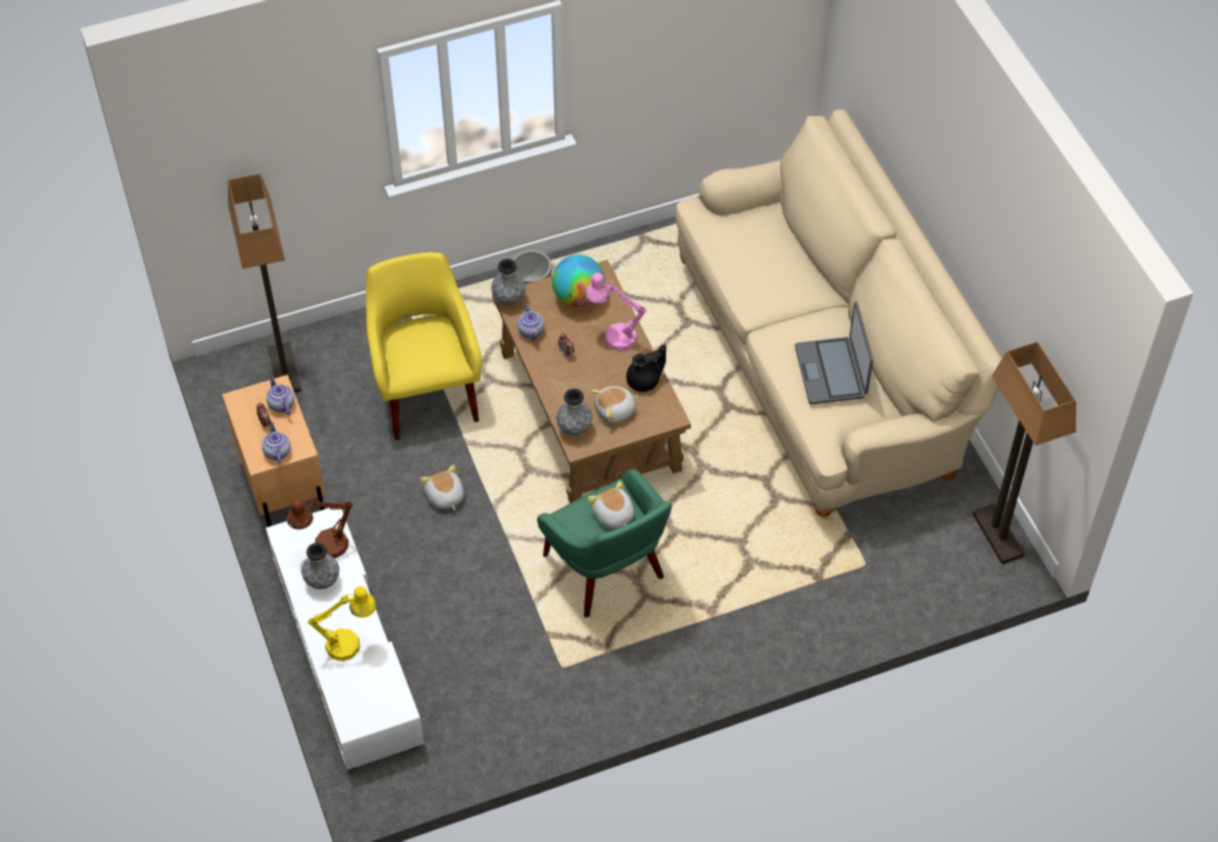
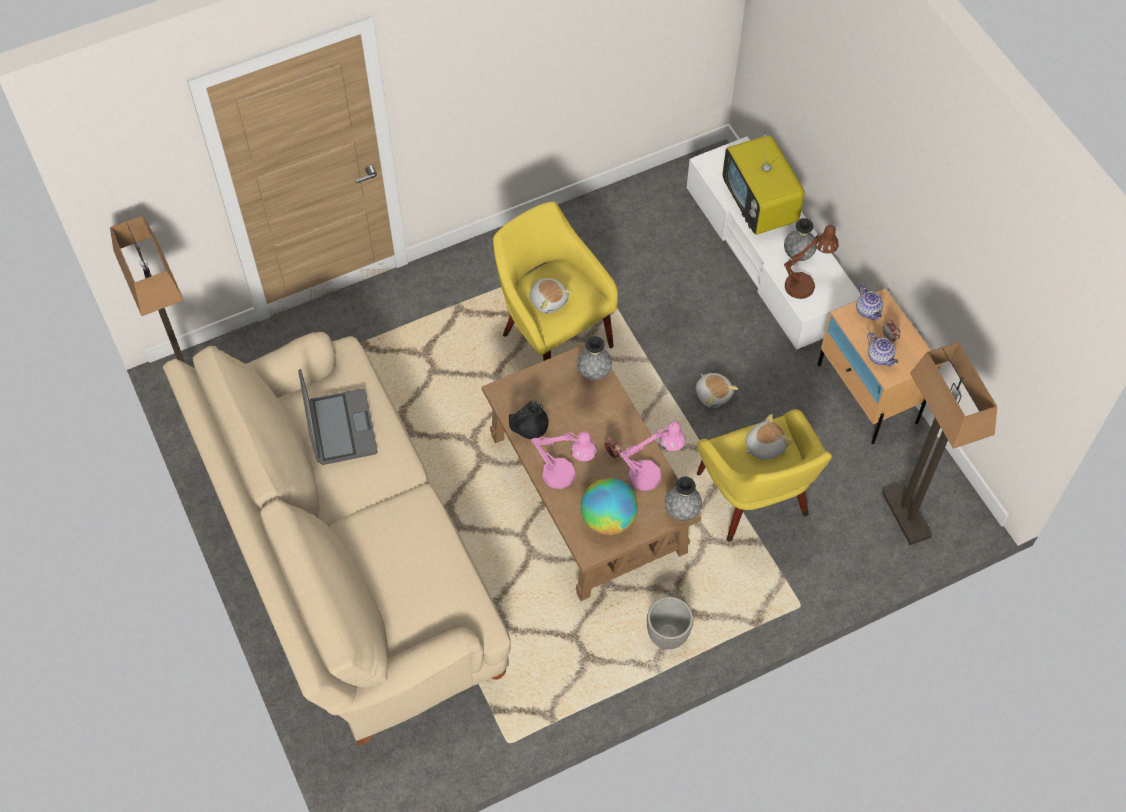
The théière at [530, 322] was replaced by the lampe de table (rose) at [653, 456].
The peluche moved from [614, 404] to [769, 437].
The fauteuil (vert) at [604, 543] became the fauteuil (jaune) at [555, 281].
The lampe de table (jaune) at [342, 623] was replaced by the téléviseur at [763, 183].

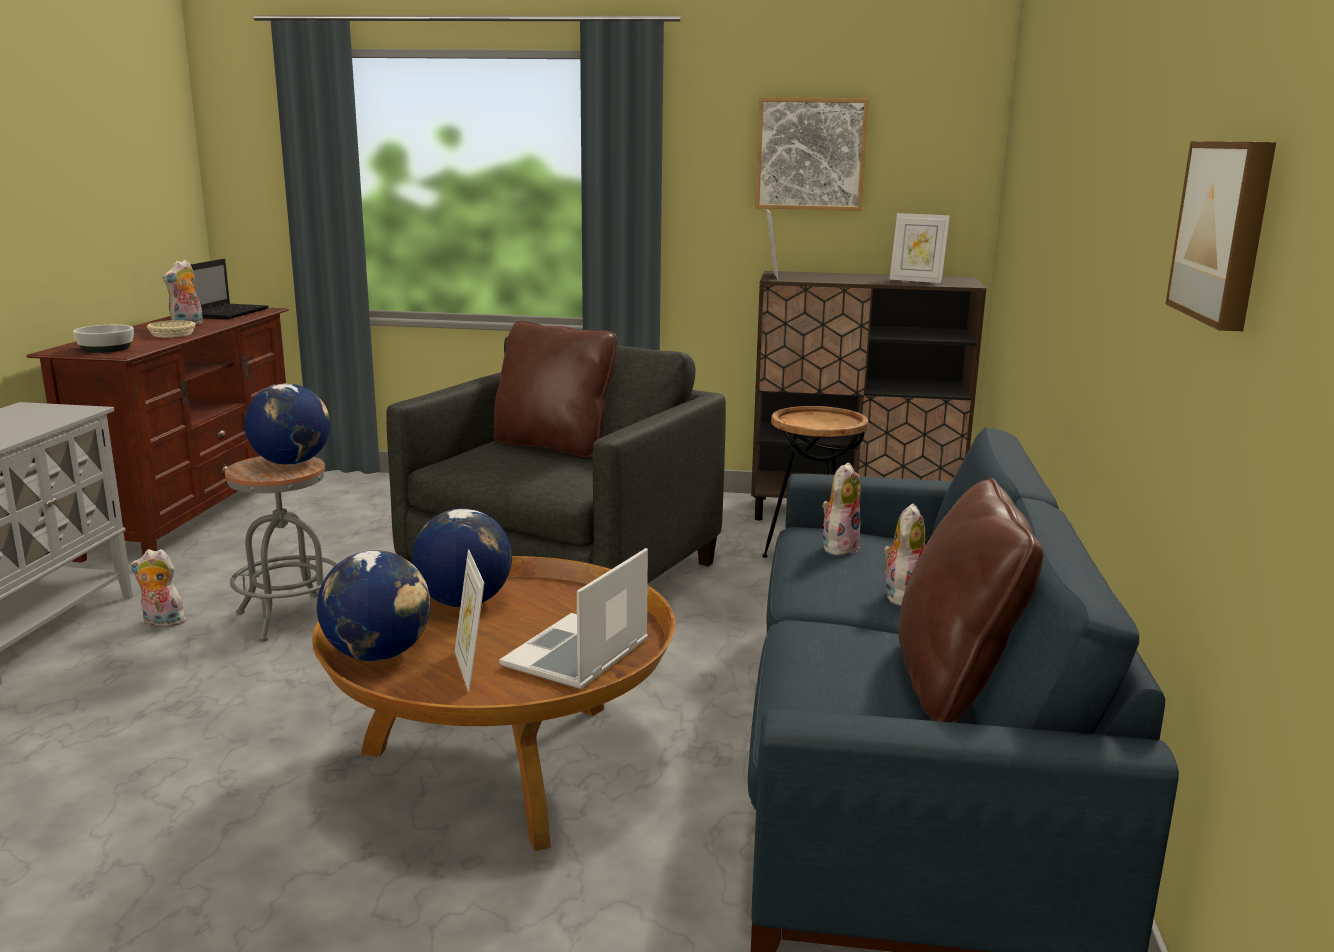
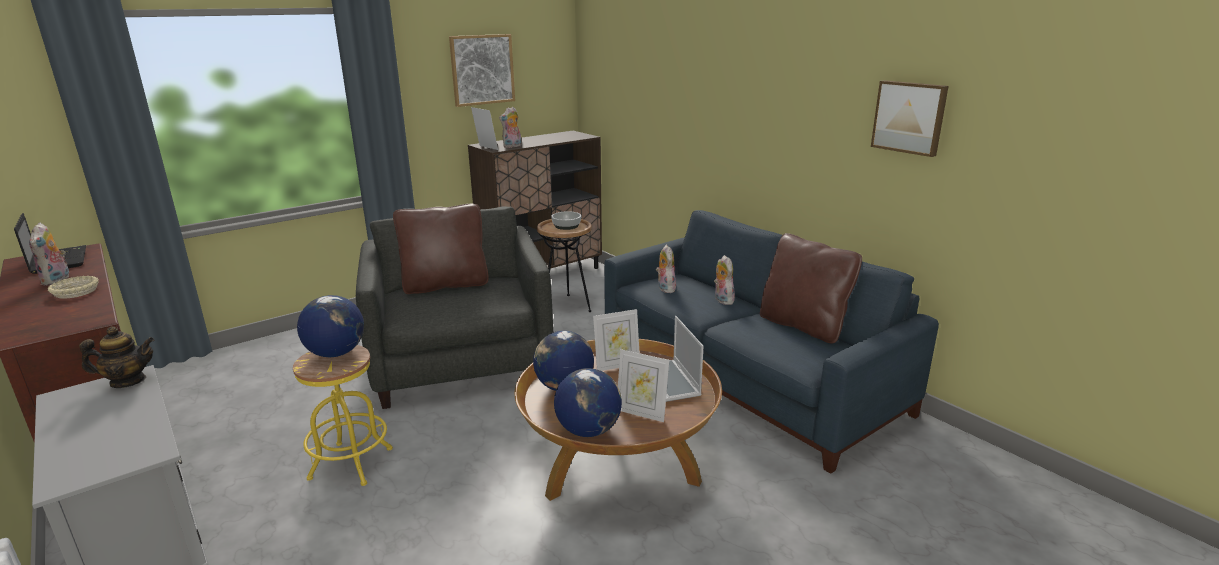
The cadre photo moved from [919, 248] to [616, 340].
The bol moved from [103, 339] to [566, 220].
The tabouret (gris) at [281, 549] became the tabouret (jaune) at [343, 415].
The peluche moved from [160, 588] to [510, 127].
The théière at [116, 357] appeared.

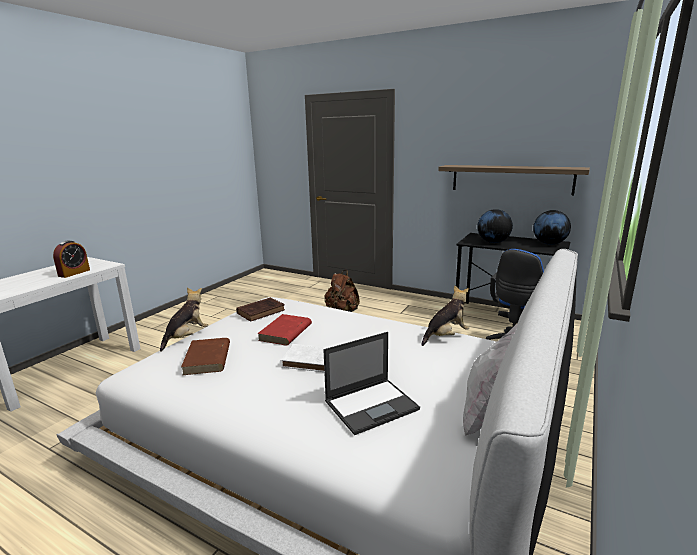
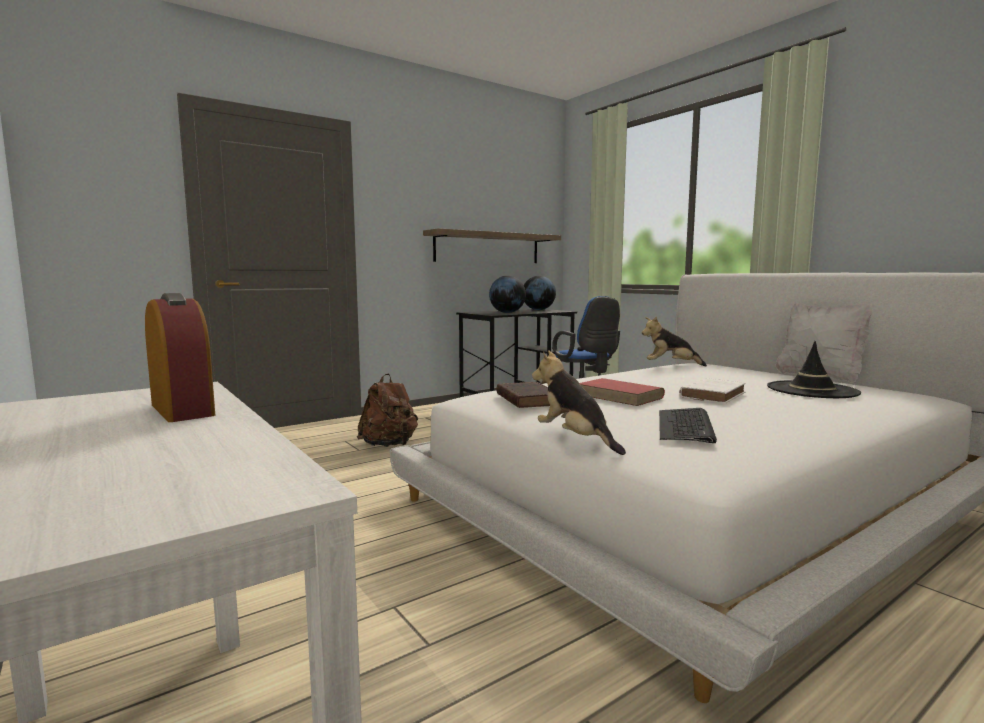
The peluche at [445, 315] turned 75 degrees counterclockwise.
The ordinateur portable at [371, 383] was replaced by the chapeau (noir) at [814, 369].
The livre (marron) at [205, 356] was replaced by the clavier at [688, 425].

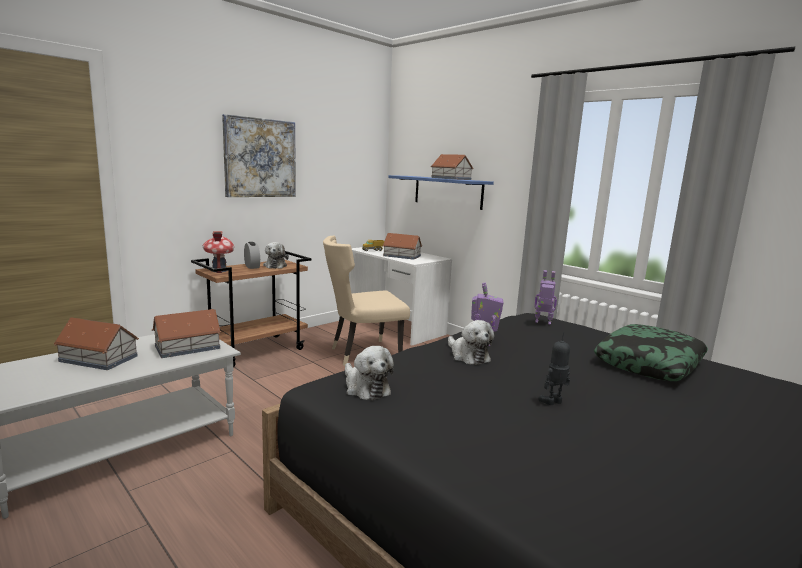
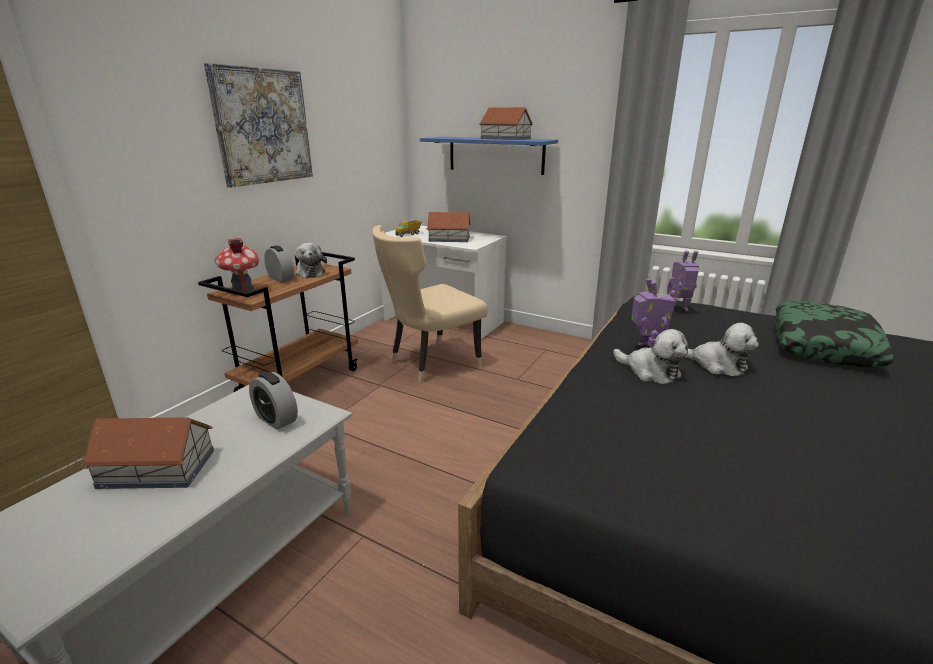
The maison miniature at [186, 333] was replaced by the réveil at [273, 401].
The robot jouet at [554, 368] disappeared.
The peluche moved from [369, 373] to [721, 349].

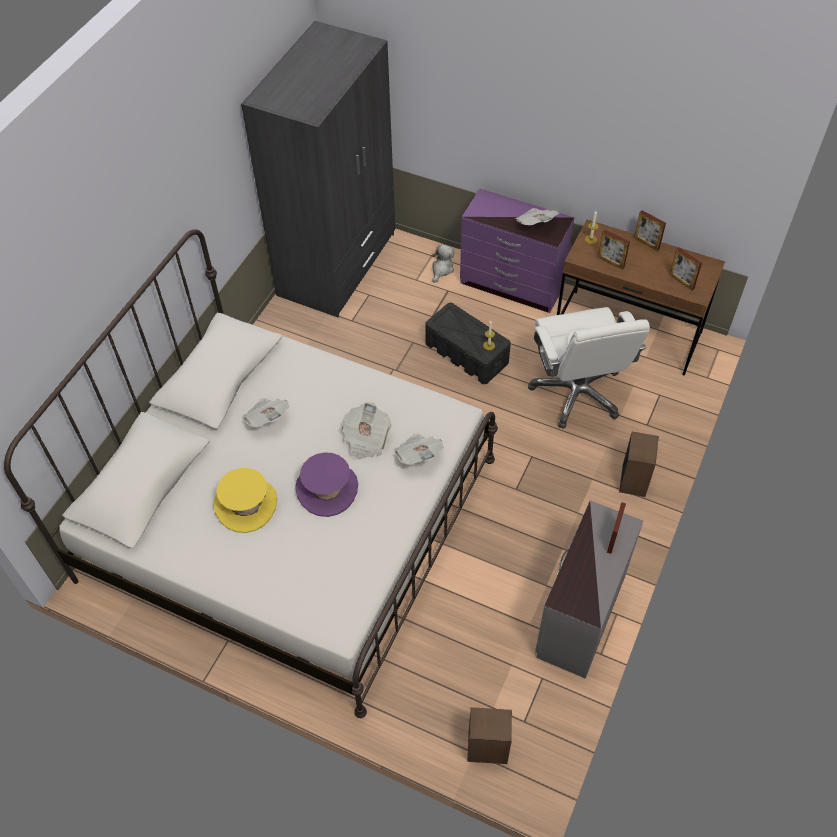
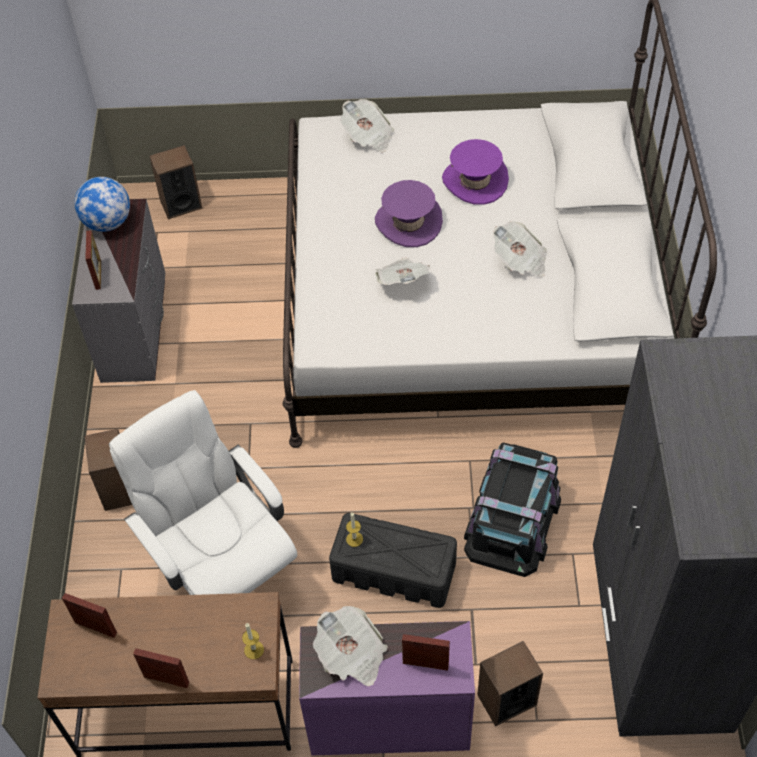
The cadre photo moved from [614, 250] to [426, 652].
The peluche at [443, 264] was replaced by the enceinte at [510, 684].
The journal moved from [419, 449] to [367, 126].
The chapeau (jaune) at [245, 500] became the chapeau (violet) at [475, 172].
The globe at [102, 204] appeared.
The boîte de rangement (noir) at [512, 510] appeared.

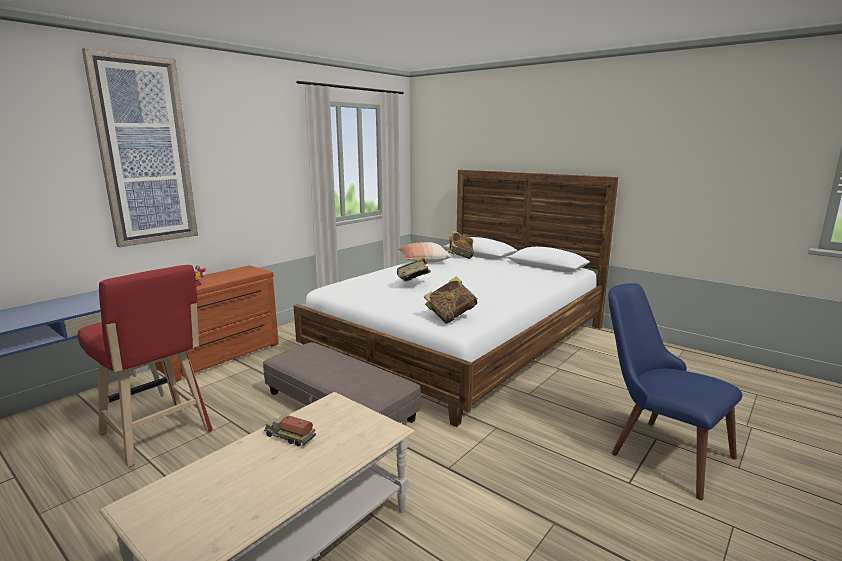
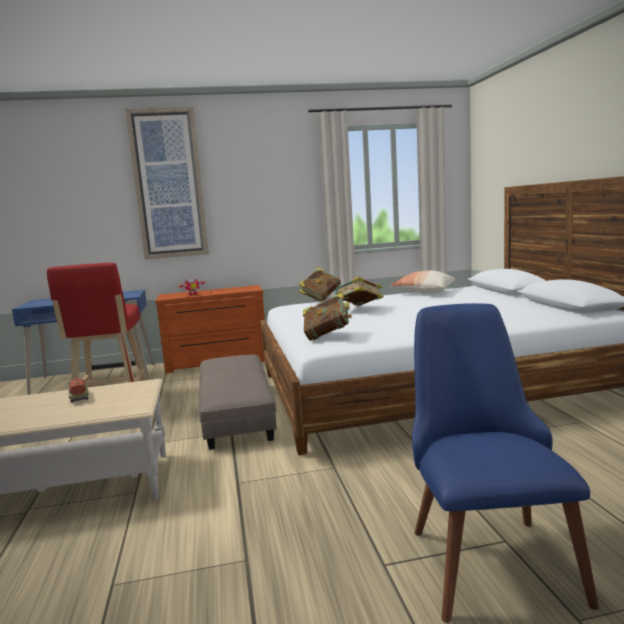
The livre moved from [461, 244] to [320, 285].

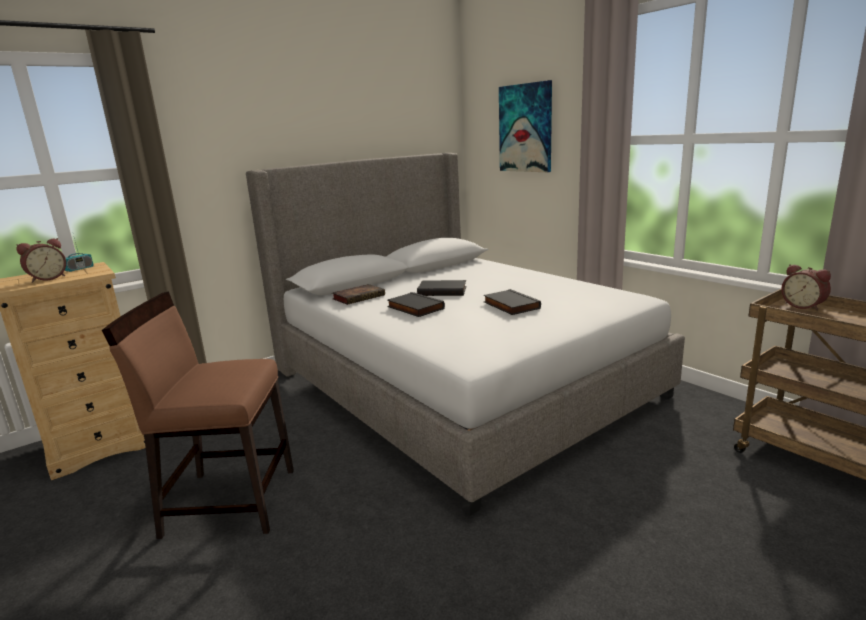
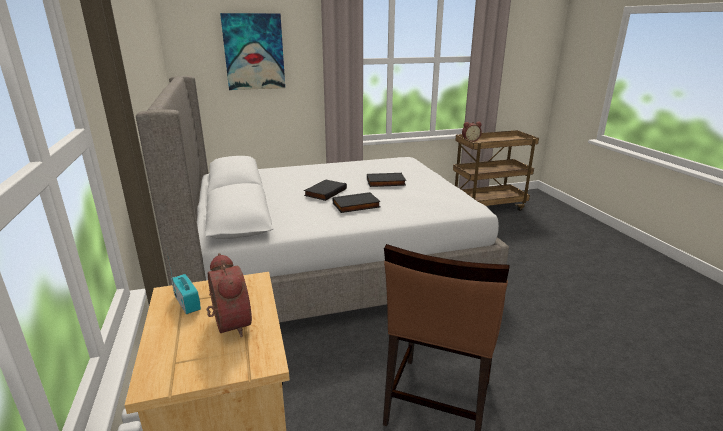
The livre at [358, 294] disappeared.

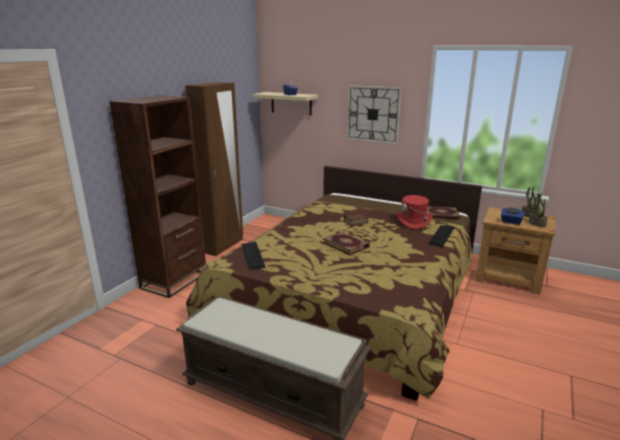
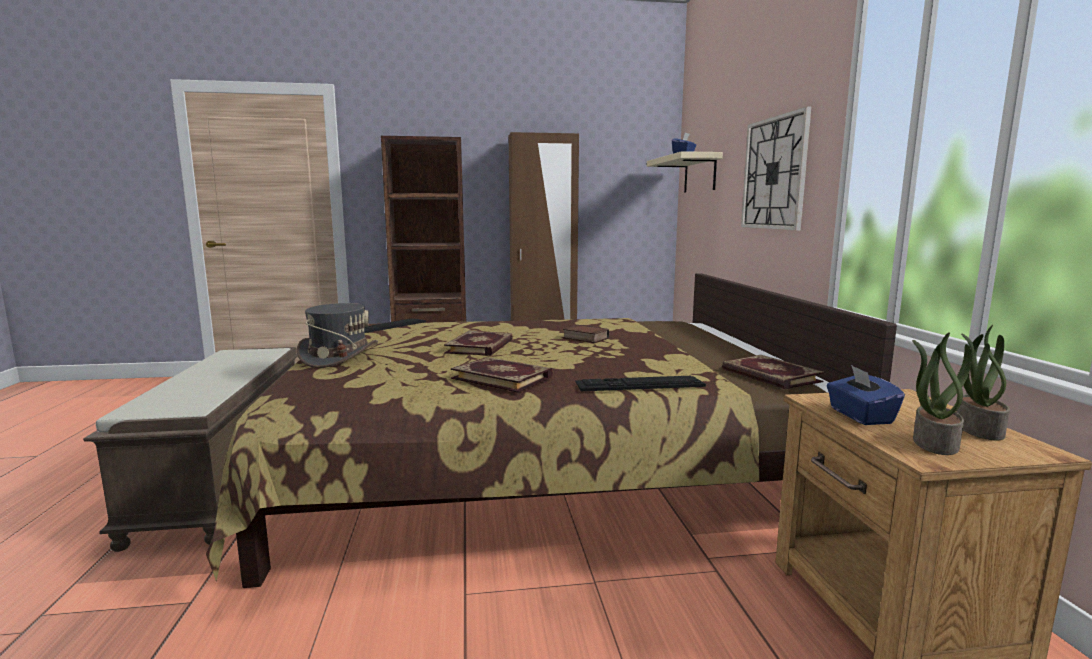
The chapeau (rouge) at [414, 212] disappeared.
The chapeau (gris) at [337, 335] appeared.
The livre at [502, 375] appeared.

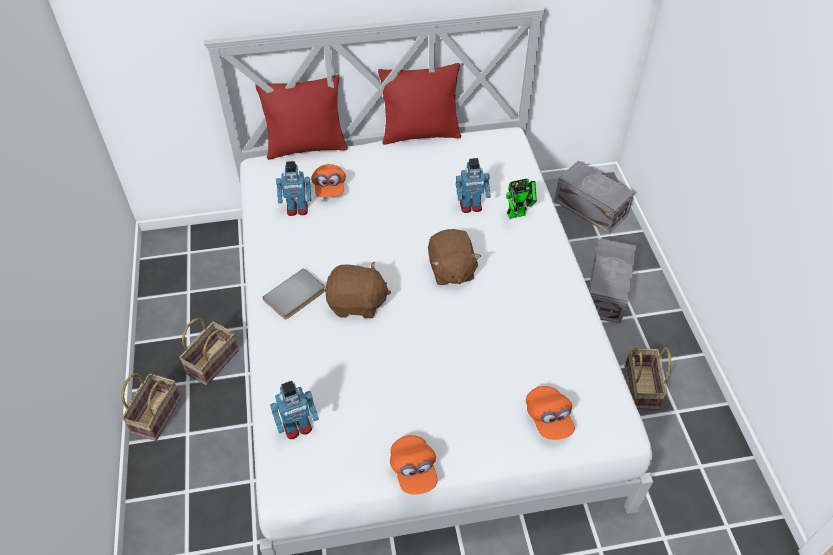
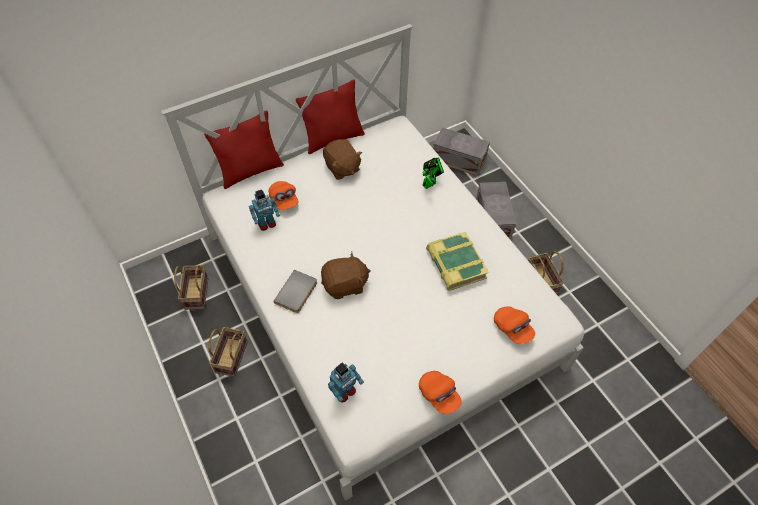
The robot jouet at [473, 185] disappeared.
The peluche (marron) moved from [454, 257] to [342, 159].
The panier moved from [151, 407] to [191, 287].
The livre at [457, 261] appeared.

